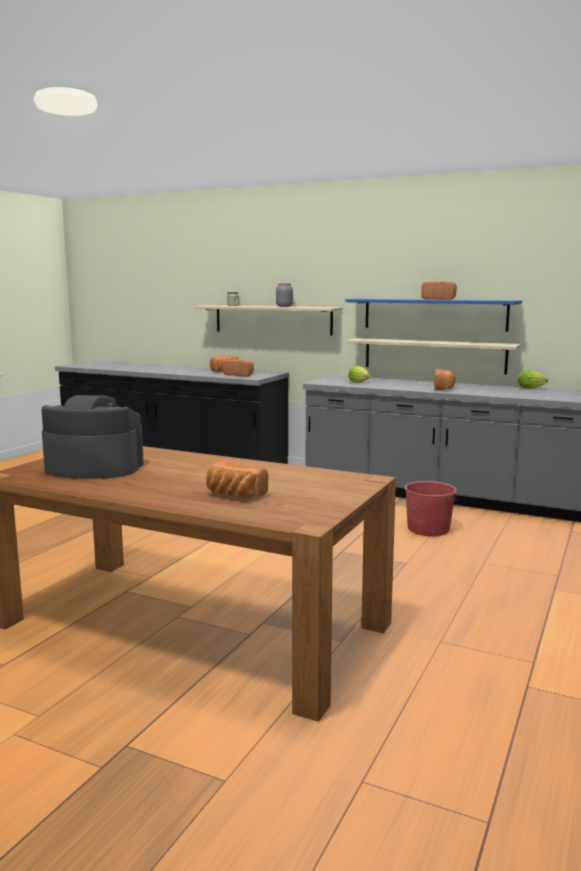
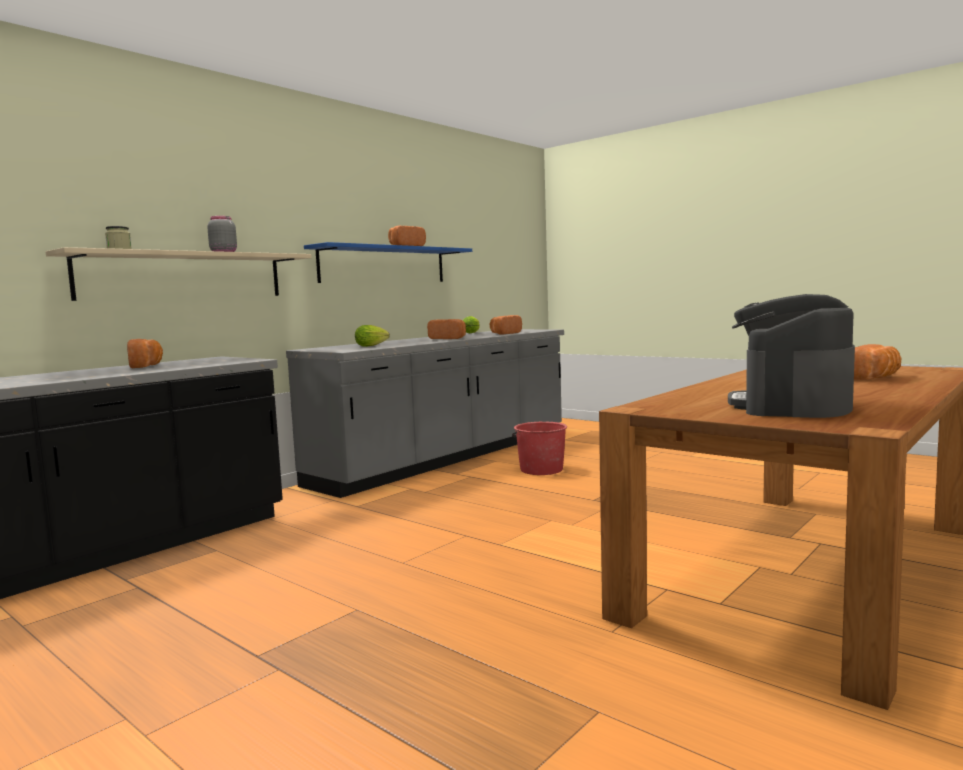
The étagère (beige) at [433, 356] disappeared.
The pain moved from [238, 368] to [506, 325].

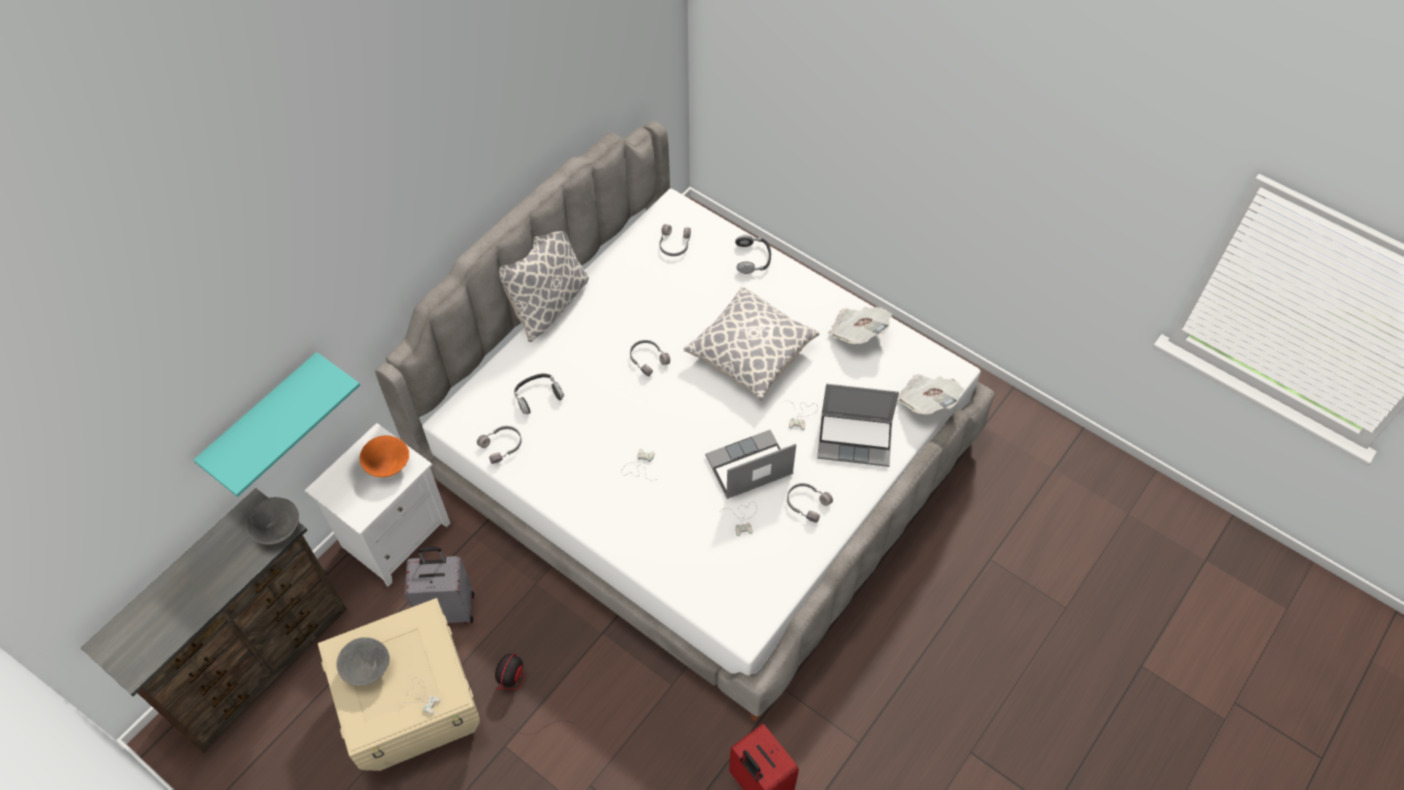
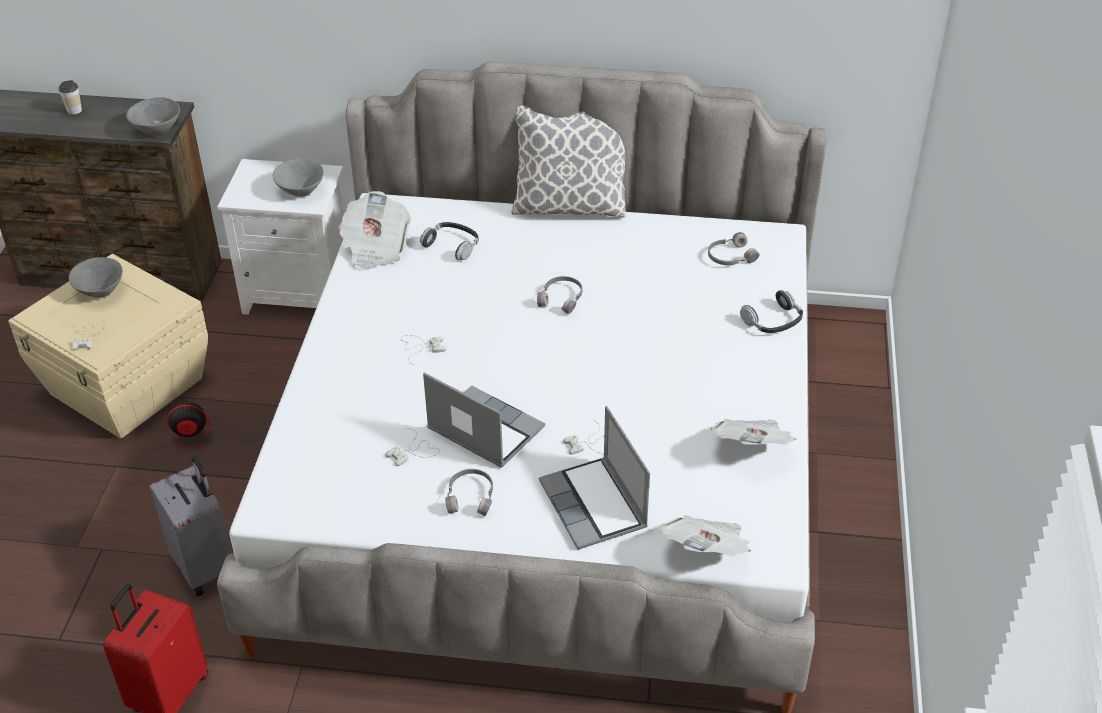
The coussin at [751, 343] disappeared.
The étagère (turquoise) at [276, 424] disappeared.
The casque audio (gris) at [499, 445] was replaced by the journal at [374, 231].
The bol (orange) at [384, 456] became the bol (gris) at [298, 178].
The valise (gris) moved from [439, 585] to [190, 526].
The tasse at [70, 97] appeared.

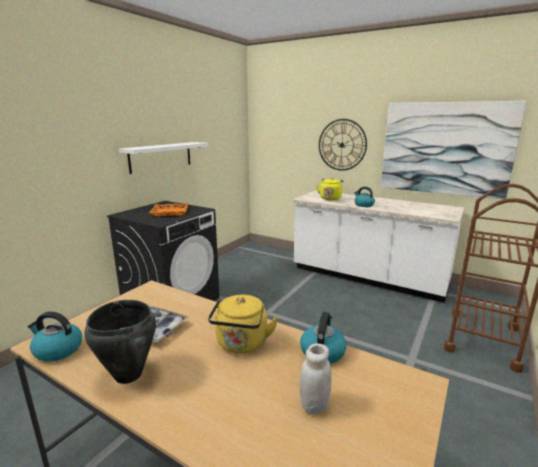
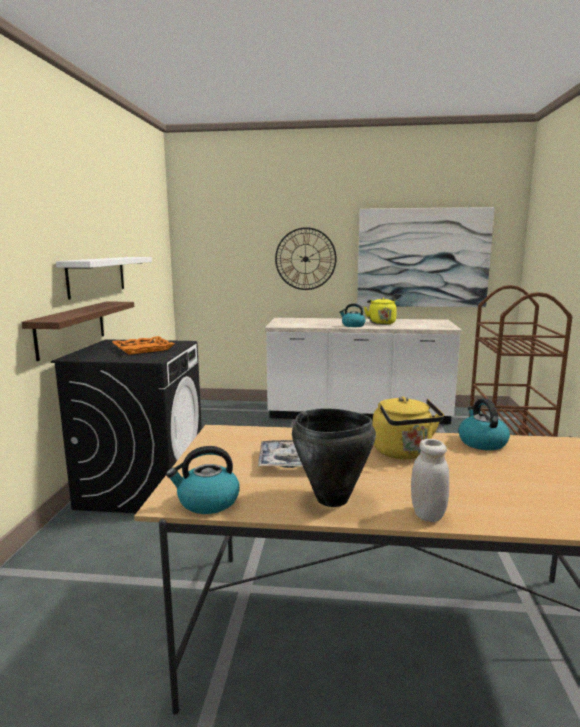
The bouilloire (jaune) moved from [330, 189] to [380, 311].
The bocal (blanc) moved from [315, 378] to [430, 480].
The étagère (marron) at [77, 331] appeared.

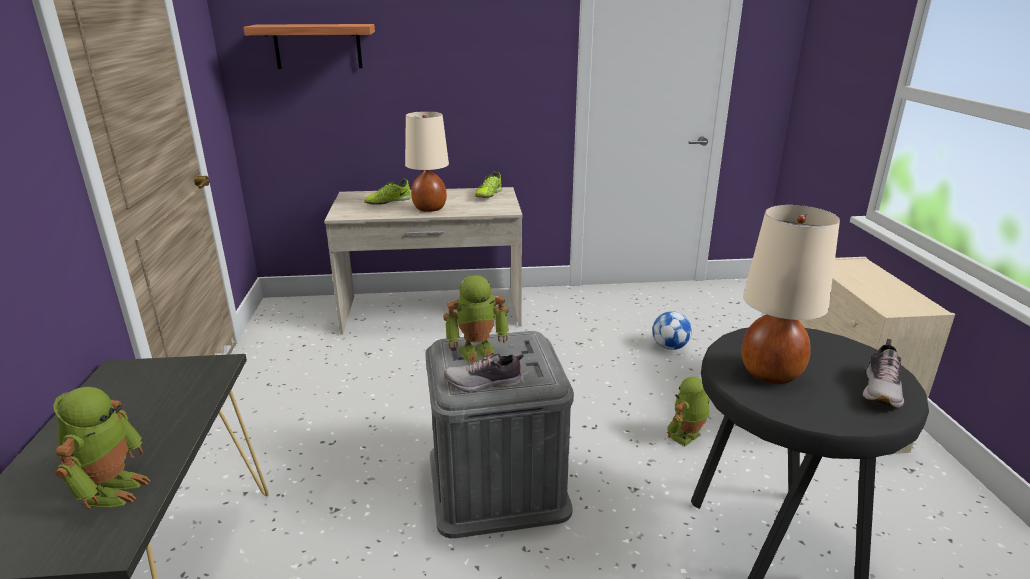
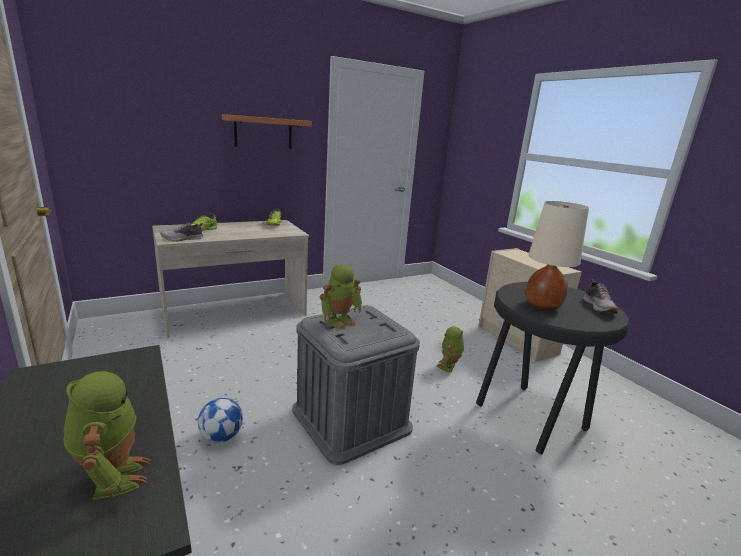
The étagère moved from [309, 46] to [267, 131].
The lampe de table (beige) at [427, 161] disappeared.
The ballon de foot moved from [672, 330] to [220, 420].
The chaussure moved from [484, 372] to [181, 232].

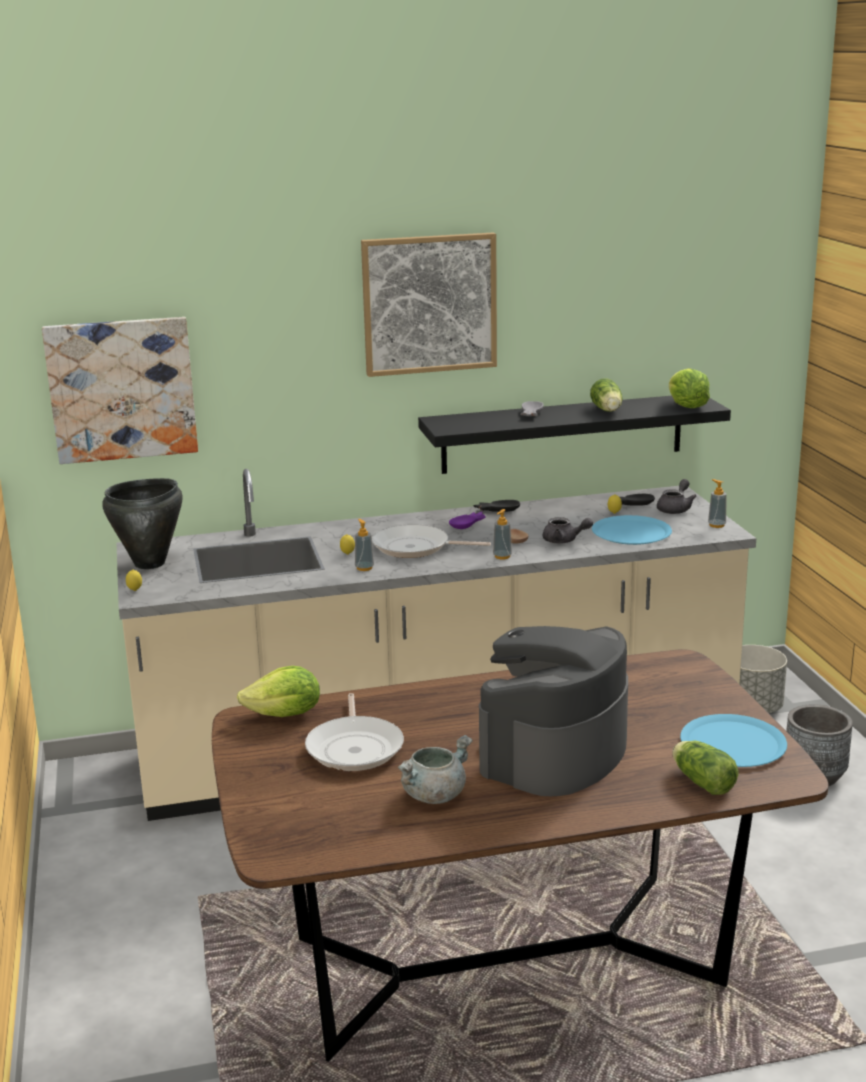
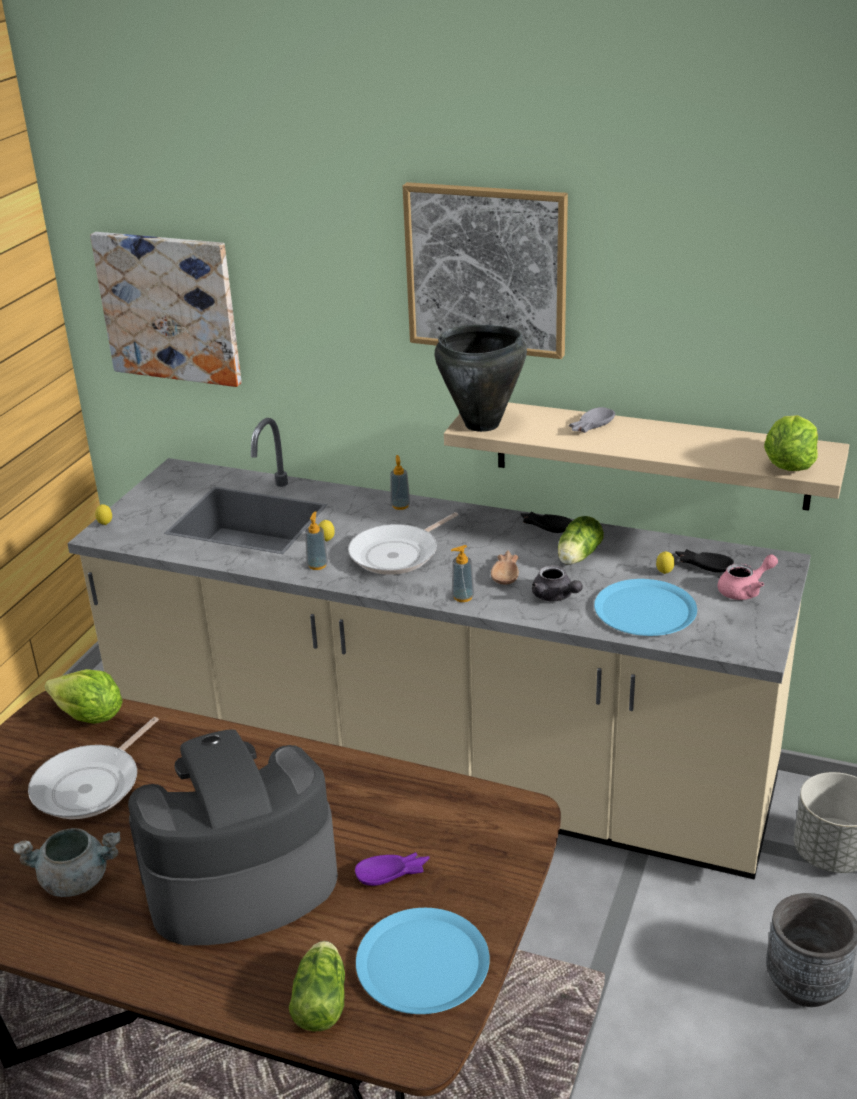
The laitue moved from [606, 395] to [581, 540].
The étagère (noir) at [574, 435] became the étagère (beige) at [646, 456].
The marmite (noir) moved from [142, 523] to [481, 378].
The théière (gris) at [677, 496] became the théière (rose) at [748, 577].
The distributeur de savon moved from [717, 503] to [400, 482].
The bol (violet) moved from [467, 520] to [392, 869].
The poêle at [431, 541] turned 90 degrees counterclockwise.

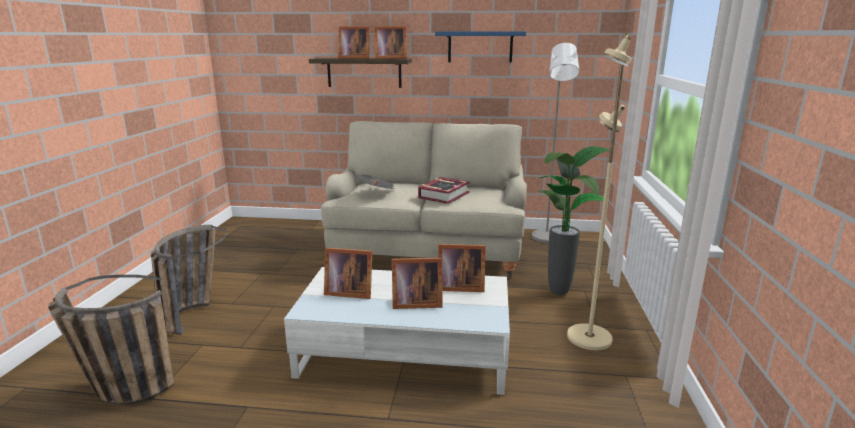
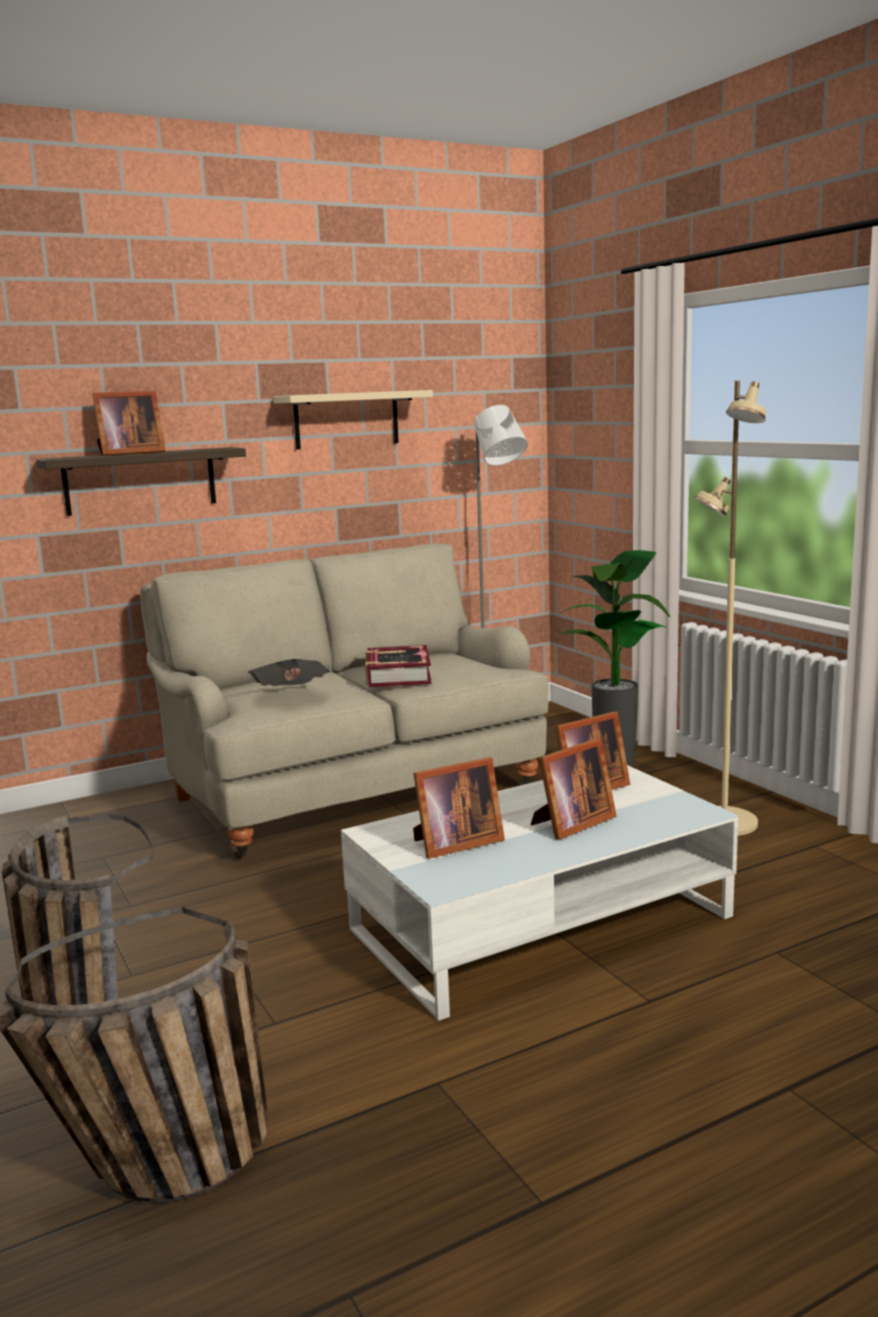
The cadre photo at [390, 42] disappeared.
The étagère (bleu) at [480, 47] became the étagère (beige) at [353, 419].

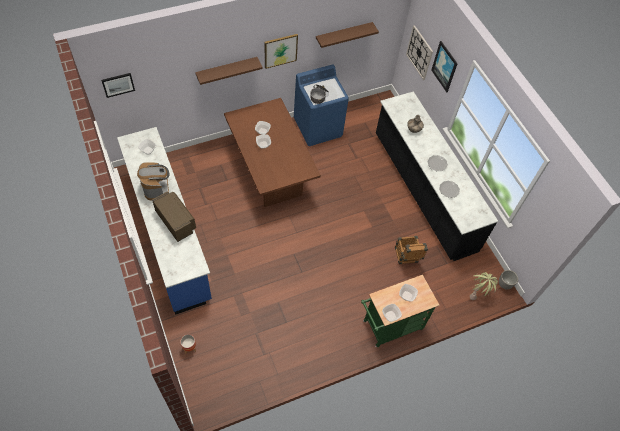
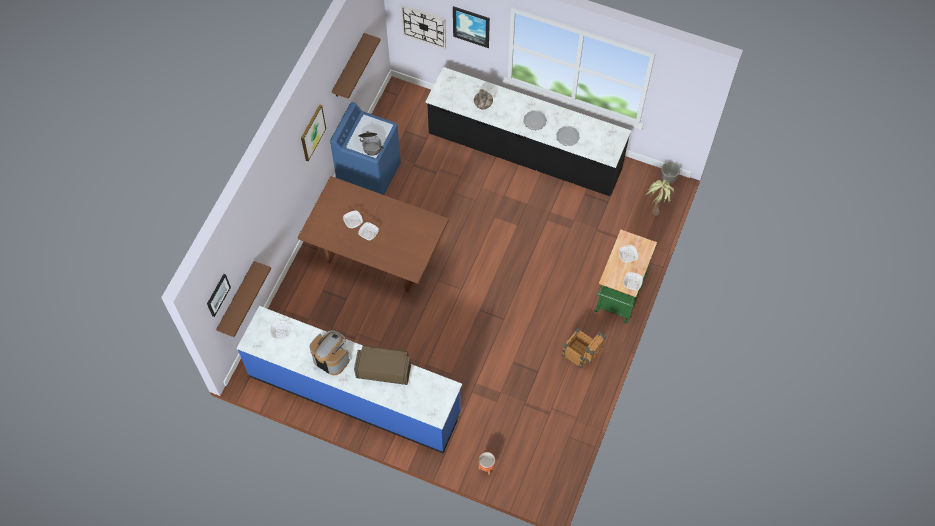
The étagère (marron) moved from [229, 71] to [243, 299].
The caisse moved from [411, 250] to [584, 348].

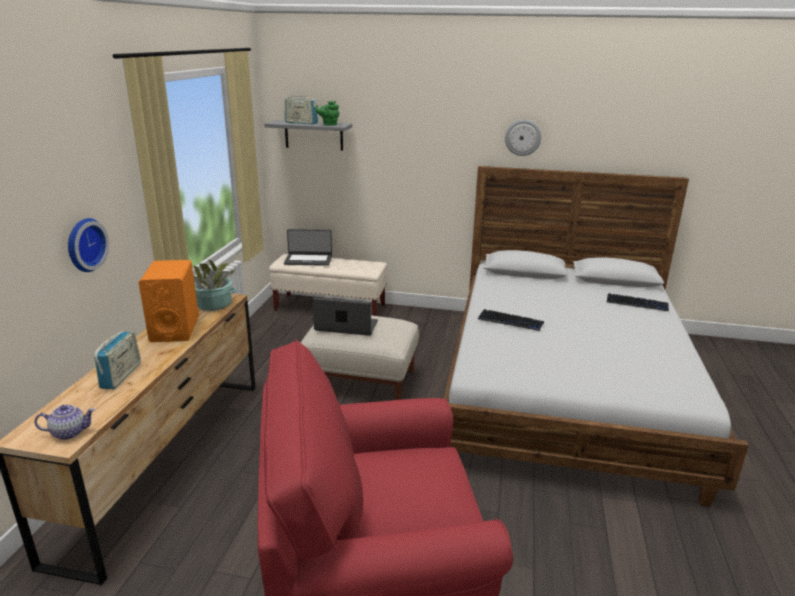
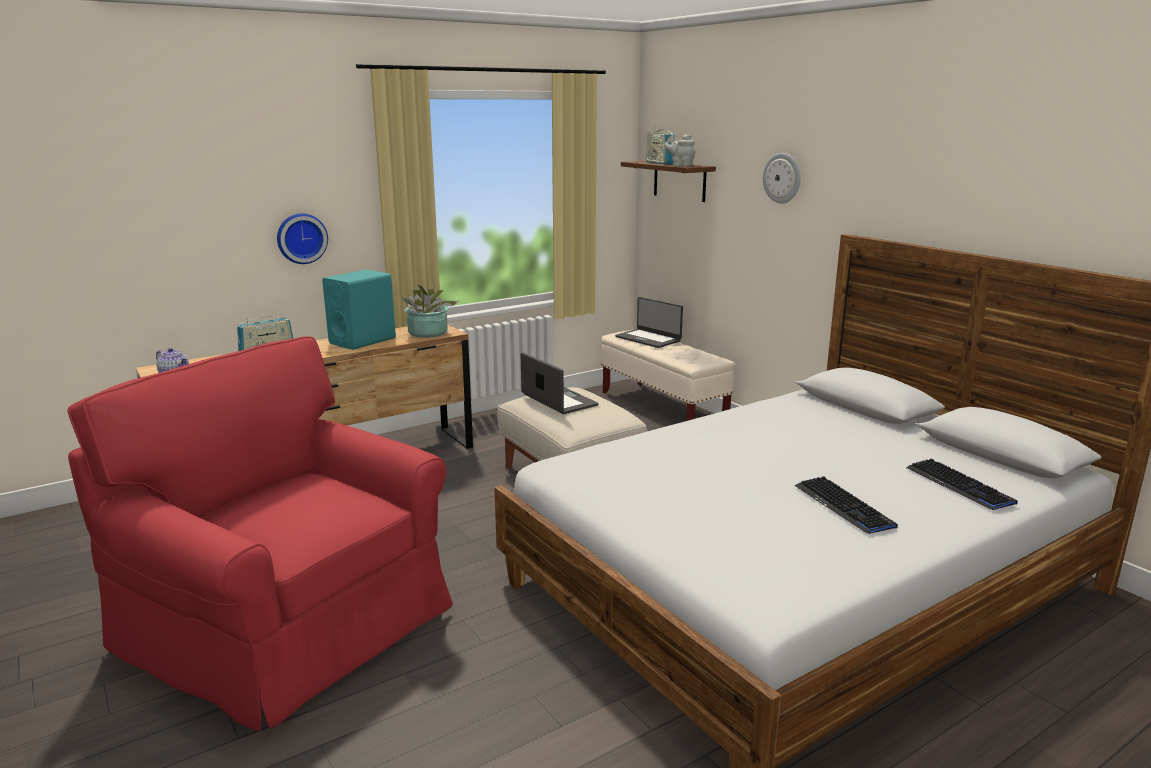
The théière (vert) at [327, 113] became the théière (gris) at [679, 150].
The étagère (gris) at [308, 135] became the étagère (marron) at [668, 181].
The horloge murale moved from [523, 138] to [782, 178].
The enceinte (orange) at [169, 301] became the enceinte (turquoise) at [359, 309].
The clavier moved from [511, 320] to [846, 505].

